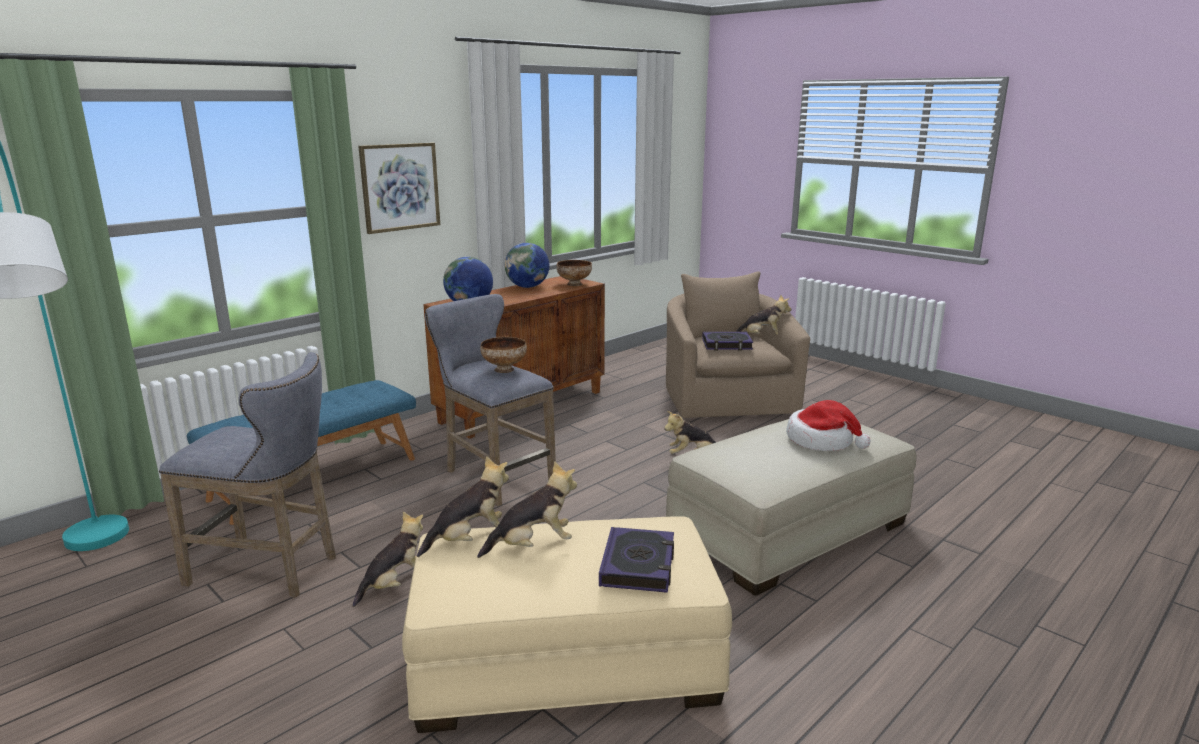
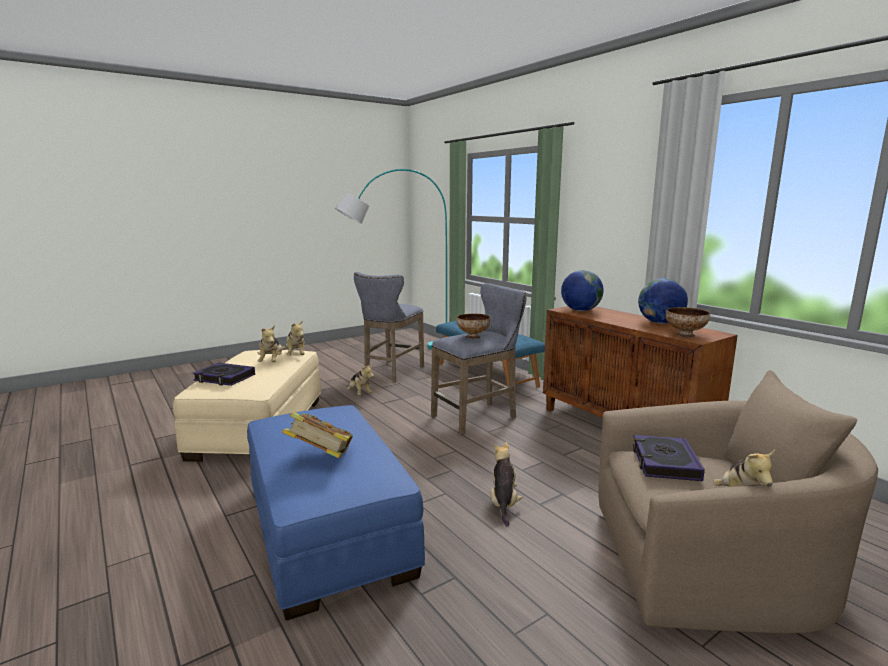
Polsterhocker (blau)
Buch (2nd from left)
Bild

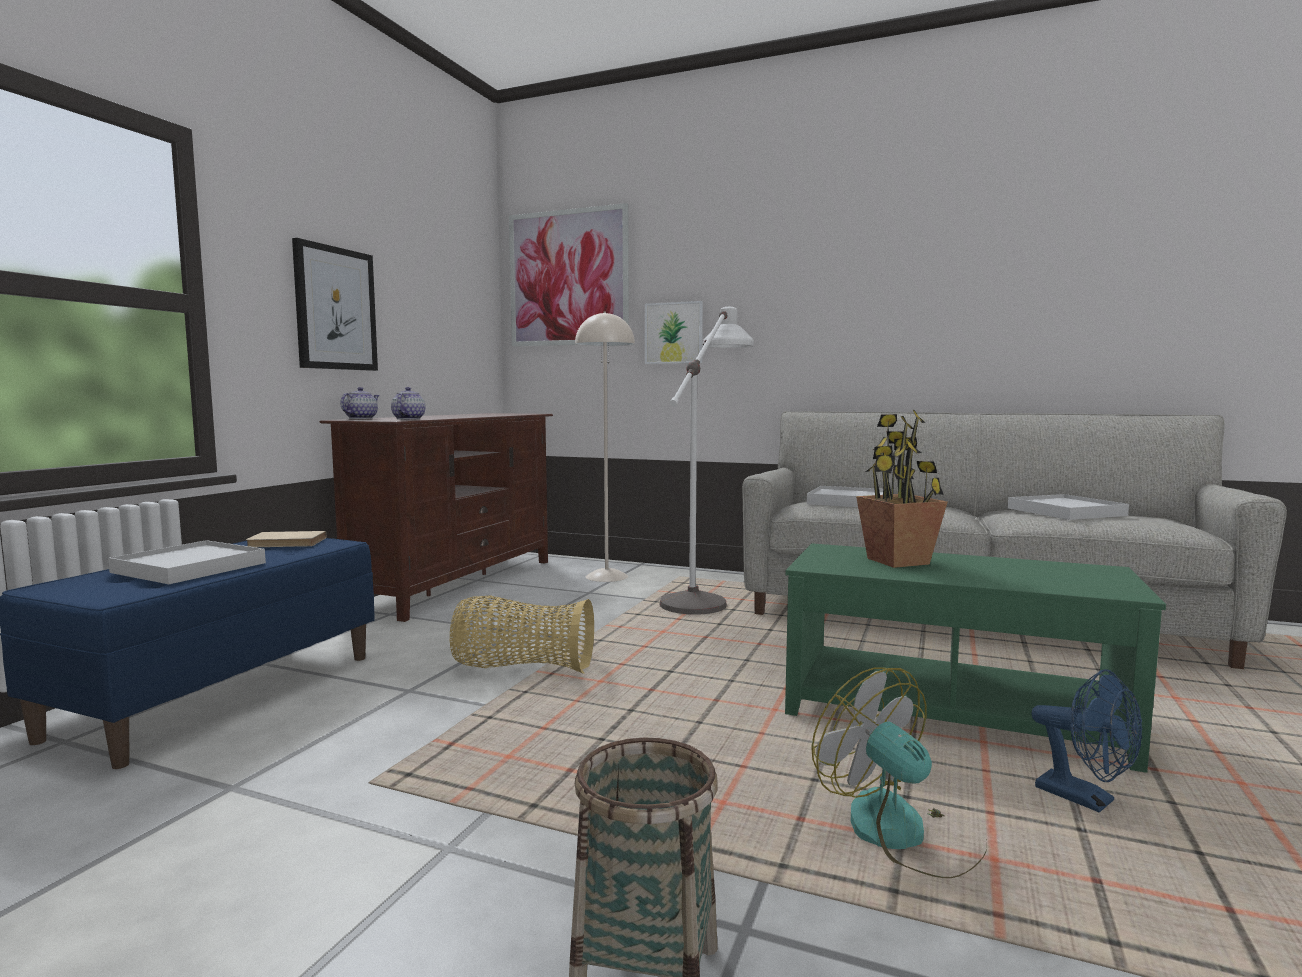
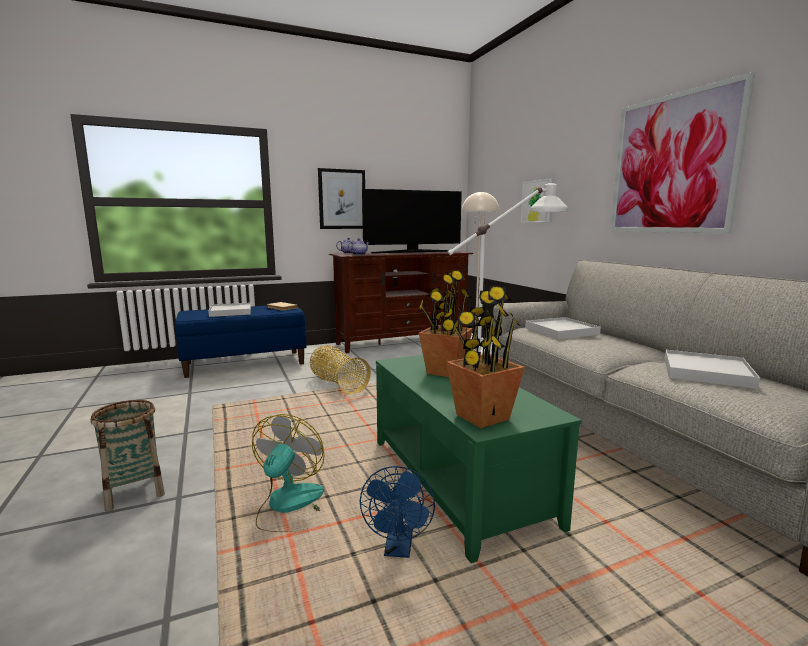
Fernseher
Topfpflanze (2nd from left)
Bild (3rd from left)

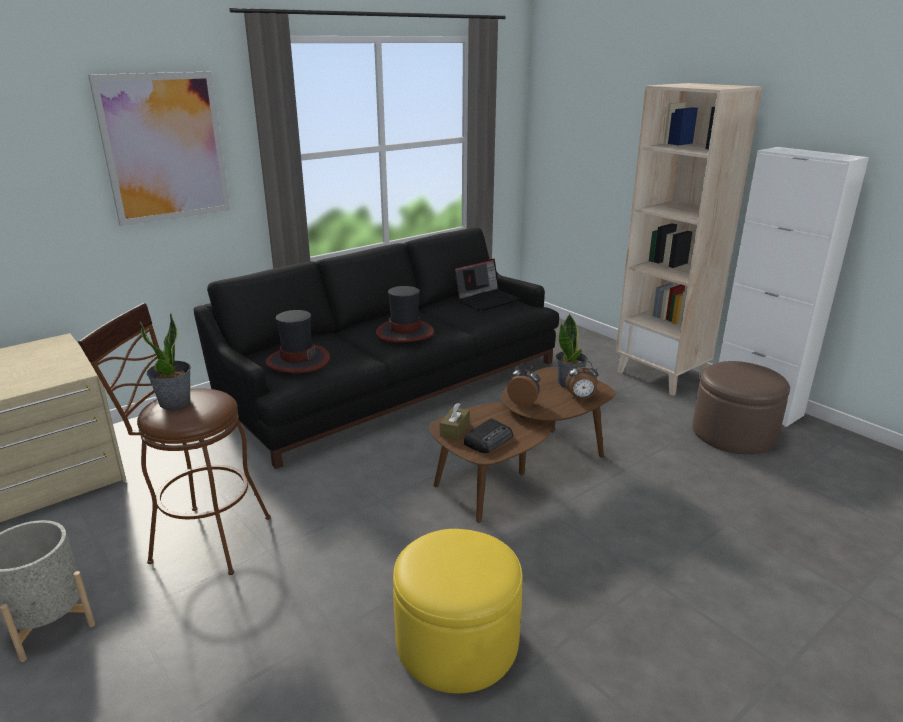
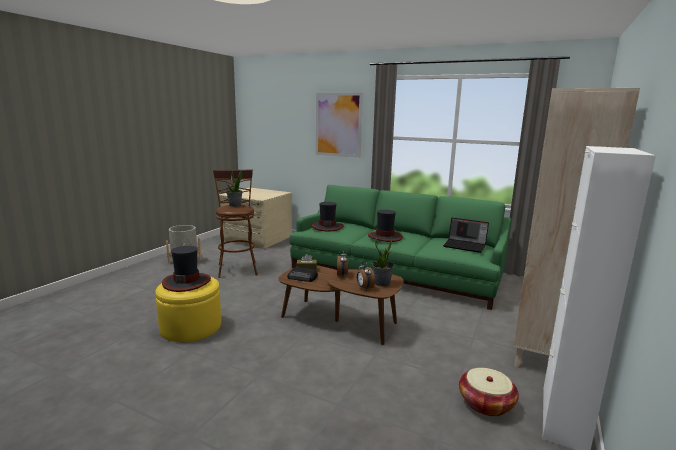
Hut (1st from left)
Sofa (grün)
Korb

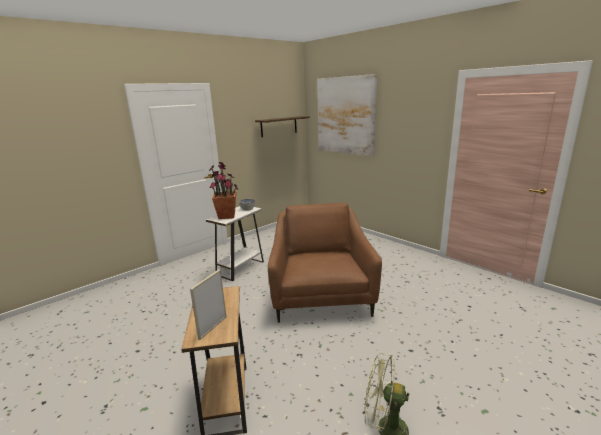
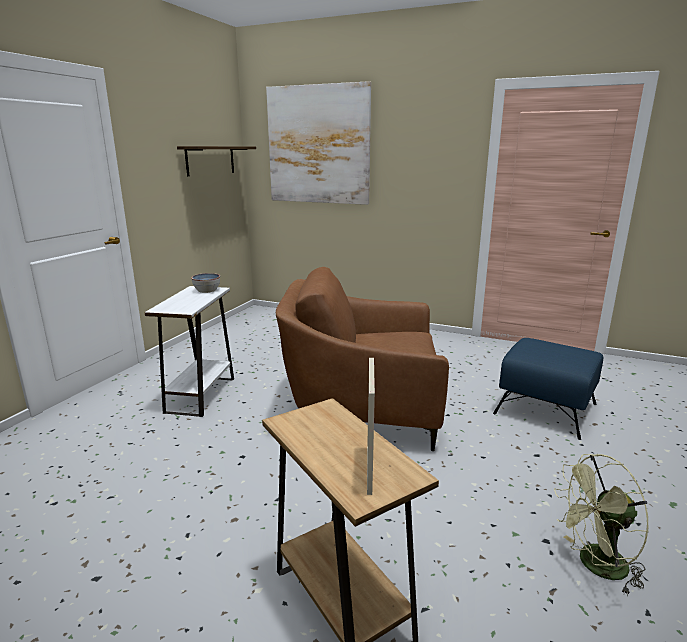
Sessel (braun)
Polsterhocker (blau)
Topfpflanze

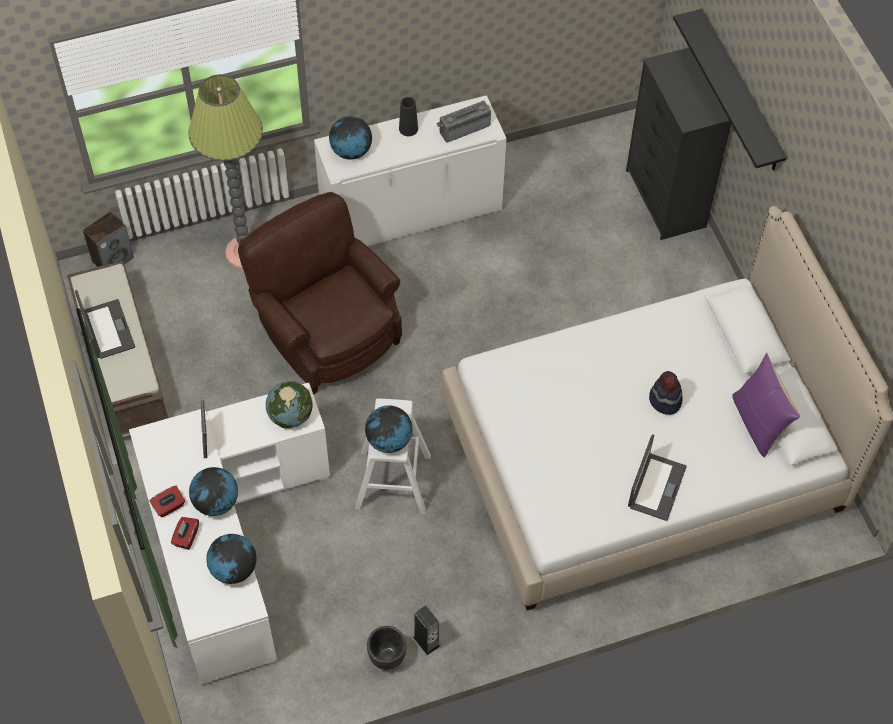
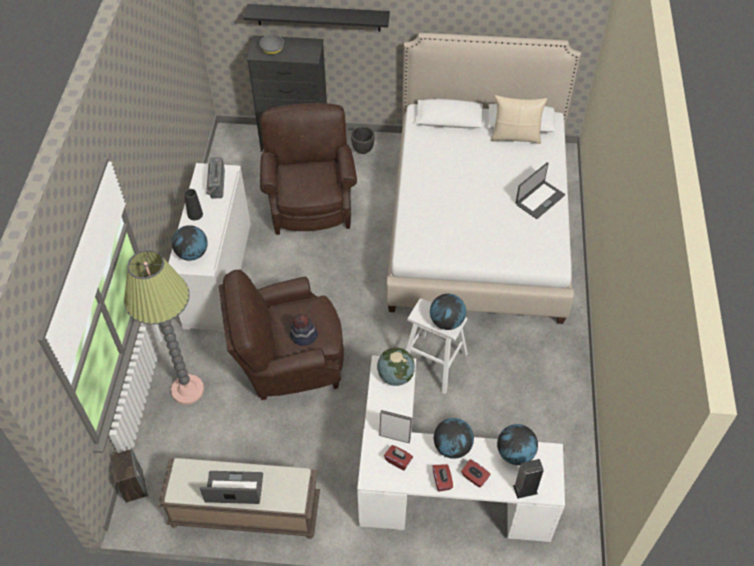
Schüssel (grau)
Sessel (braun) (2nd from left)
Hut
Pflanzkübel (schwarz)
Taschentuchbox (rot) (1st from left)
Kissen (beige)
Lautsprecher (2nd from left)
Laptop (2nd from left)

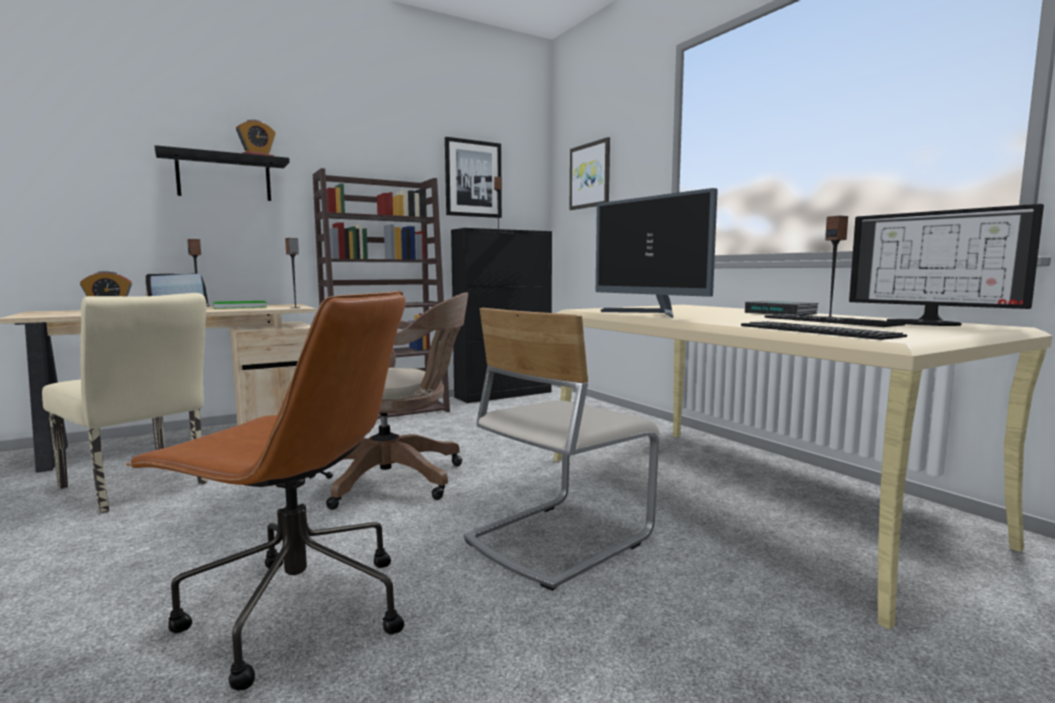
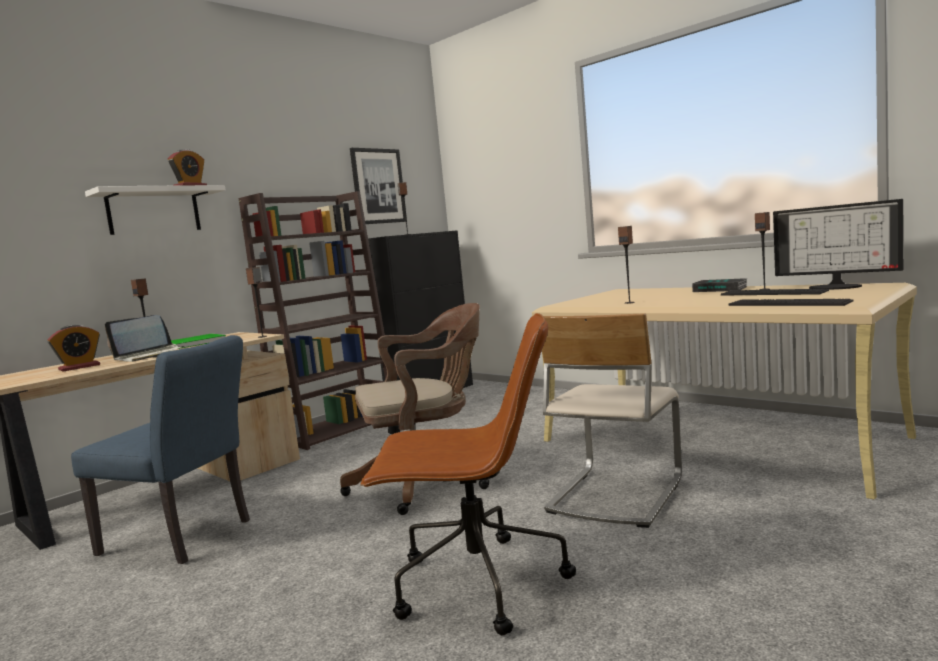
Stuhl (blau)
Wandregal (weiß)
Lautsprecher (4th from left)
Bild (2nd from left in the first image)

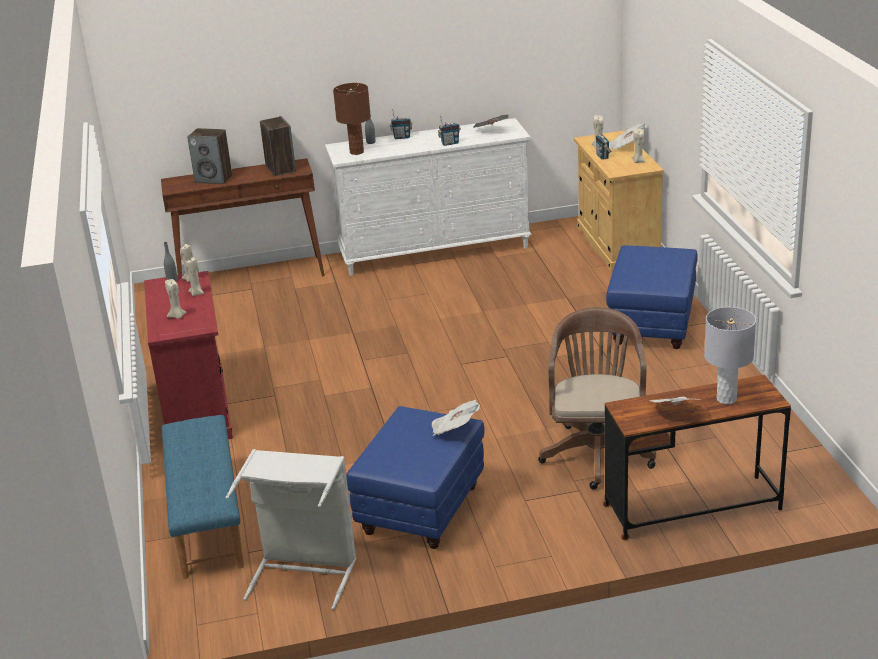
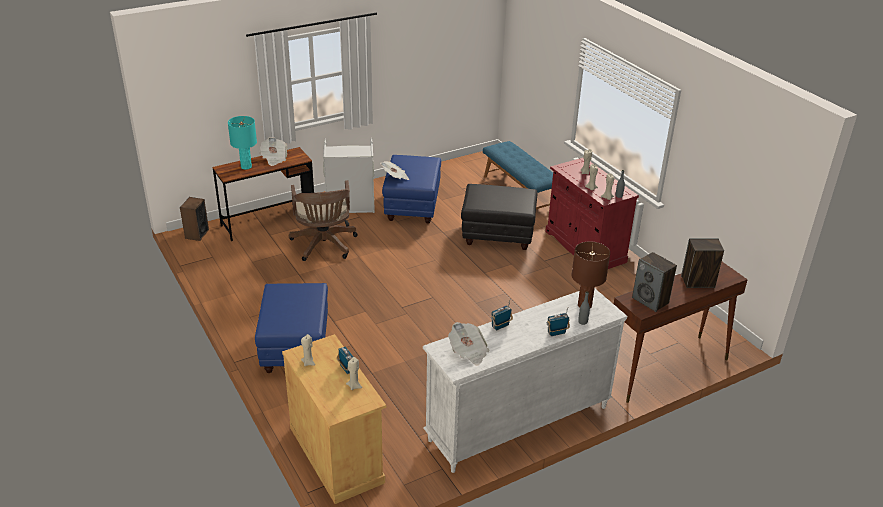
Lautsprecher (1st from left)
Tischlampe (türkis)
Wäschekorb (grau)
Polsterhocker (schwarz)
Zeitung (3rd from left in the first image)

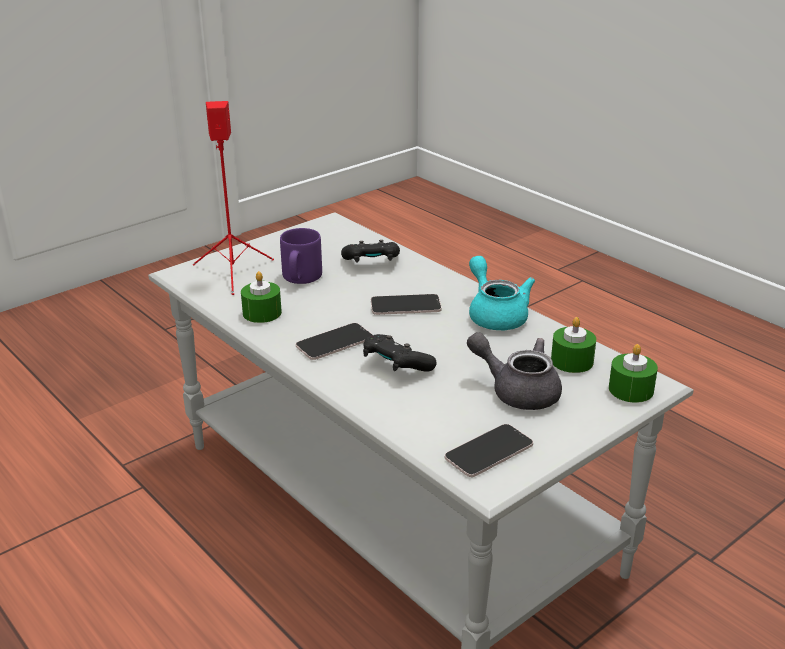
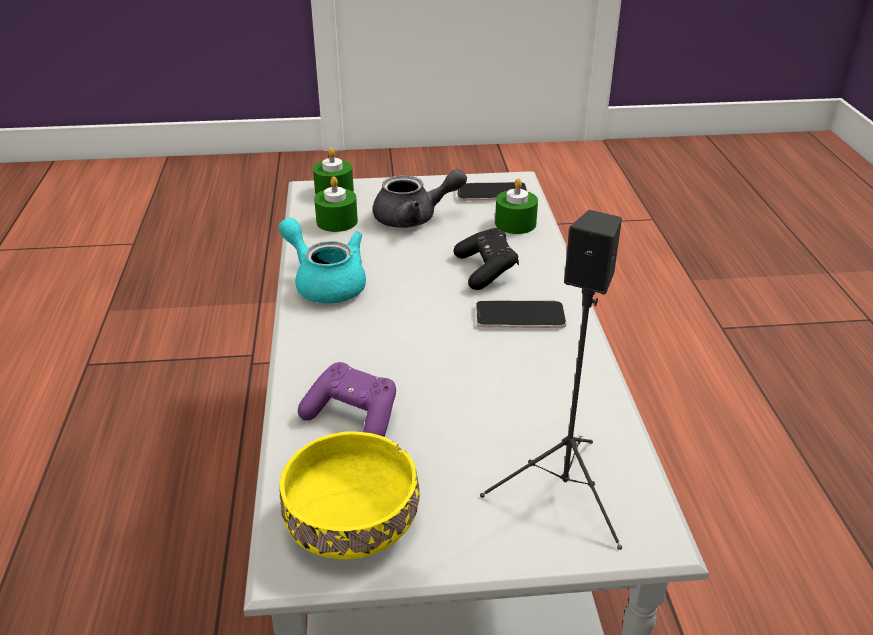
Teekanne (türkis)
Schüssel (gelb)
Gamepad (lila)
Teekanne (grau)
Lautsprecher (schwarz)
Kerze (grün) (3rd from left)
Henkelbecher (lila)
Handy (2nd from left in the first image)

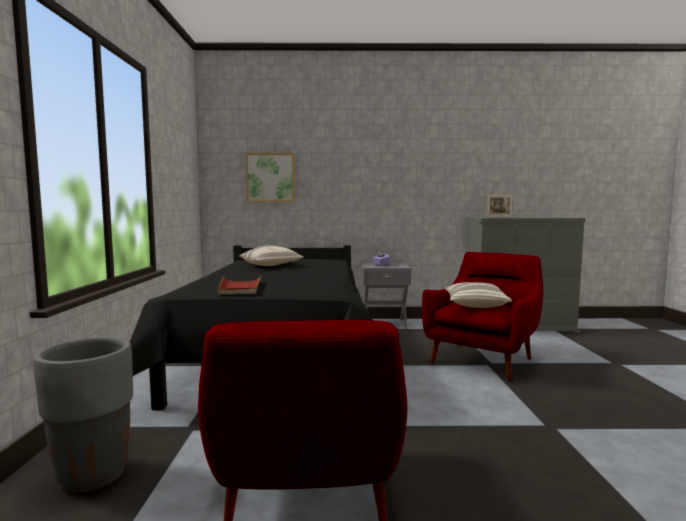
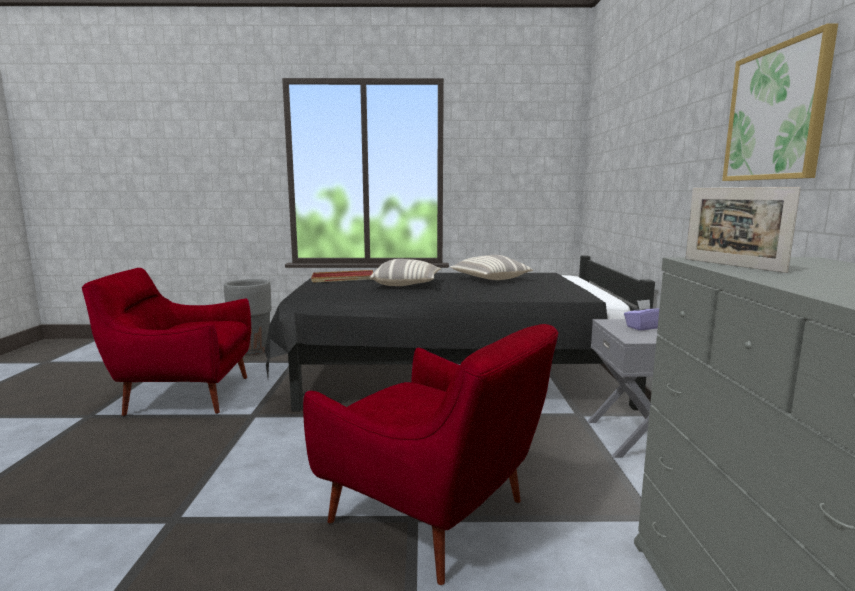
Kissen (1st from left)
Bild

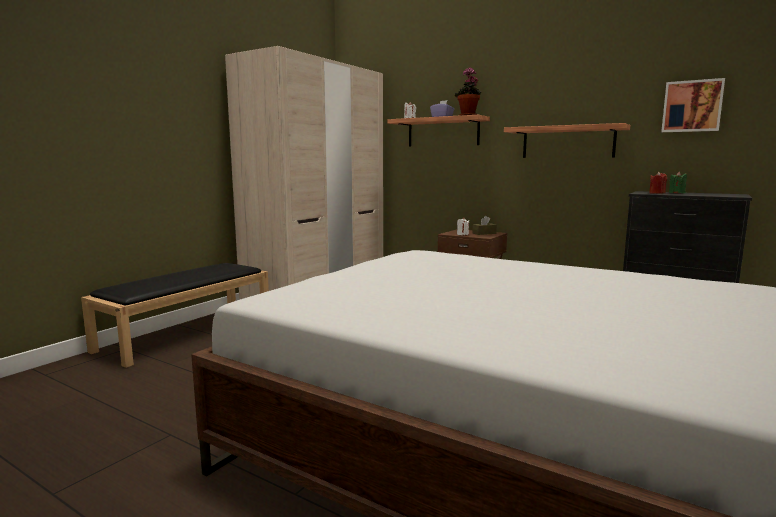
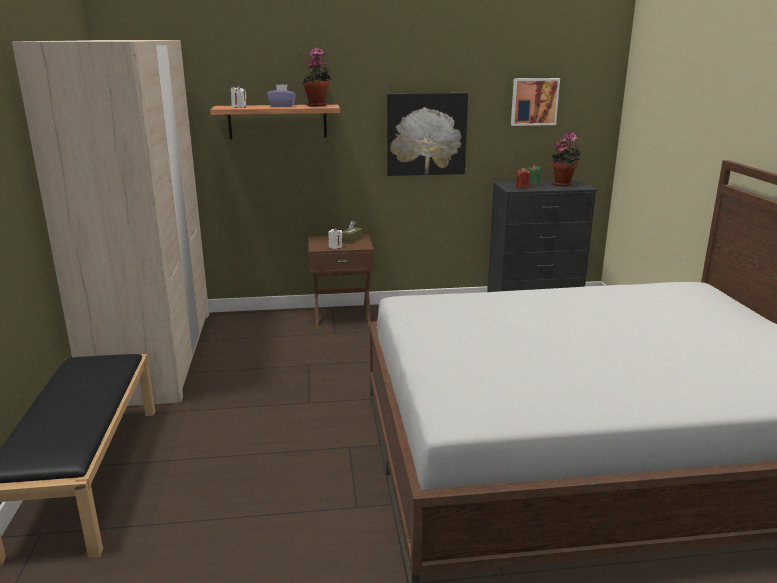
Bild (1st from left)
Topfpflanze (2nd from left)

